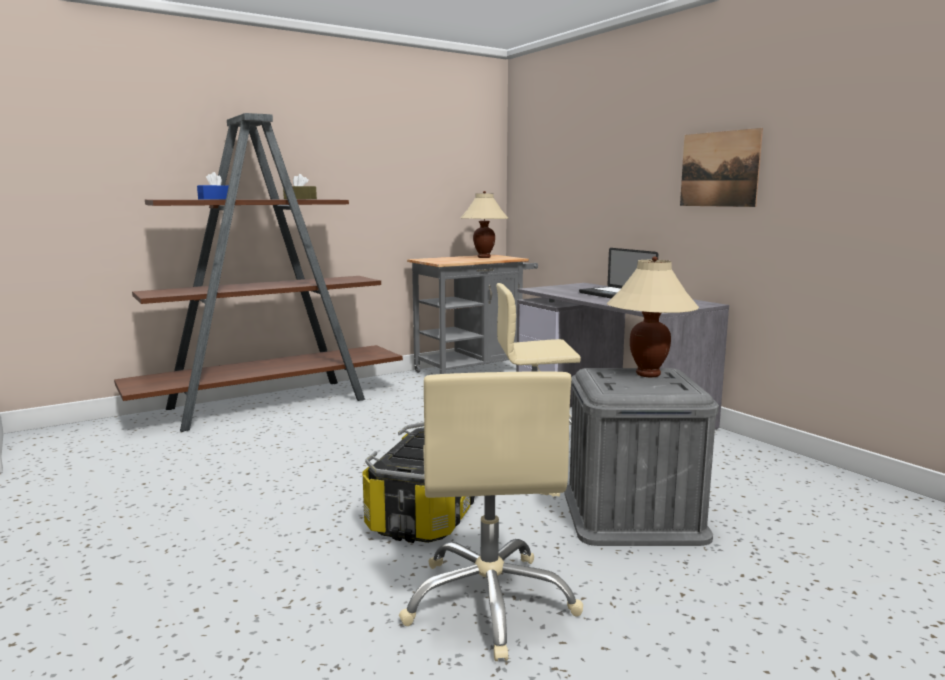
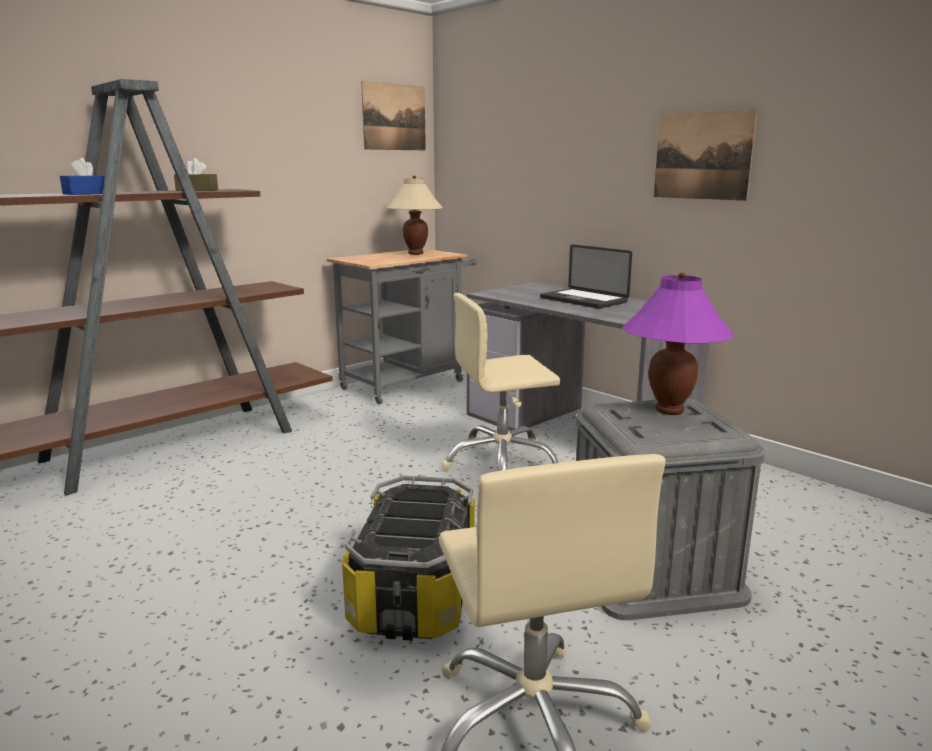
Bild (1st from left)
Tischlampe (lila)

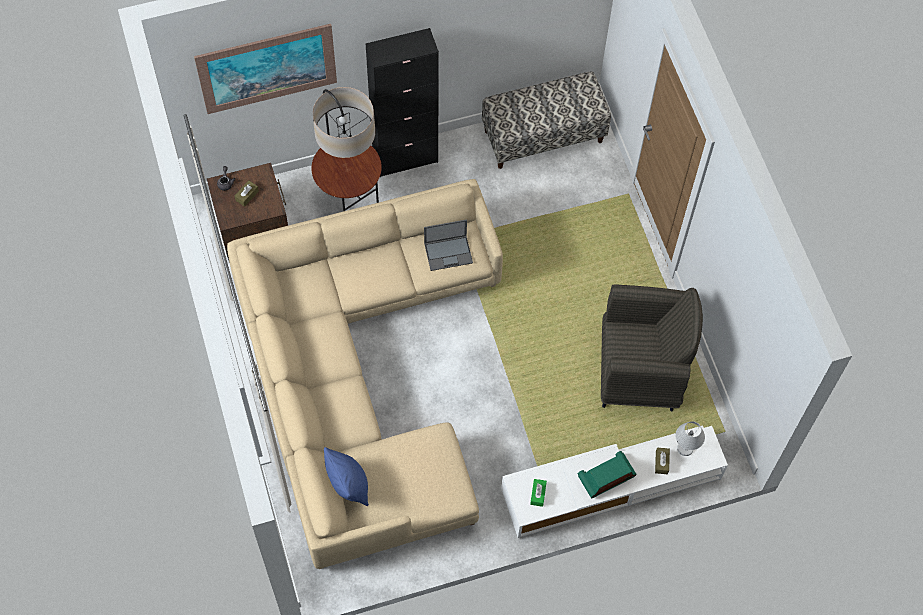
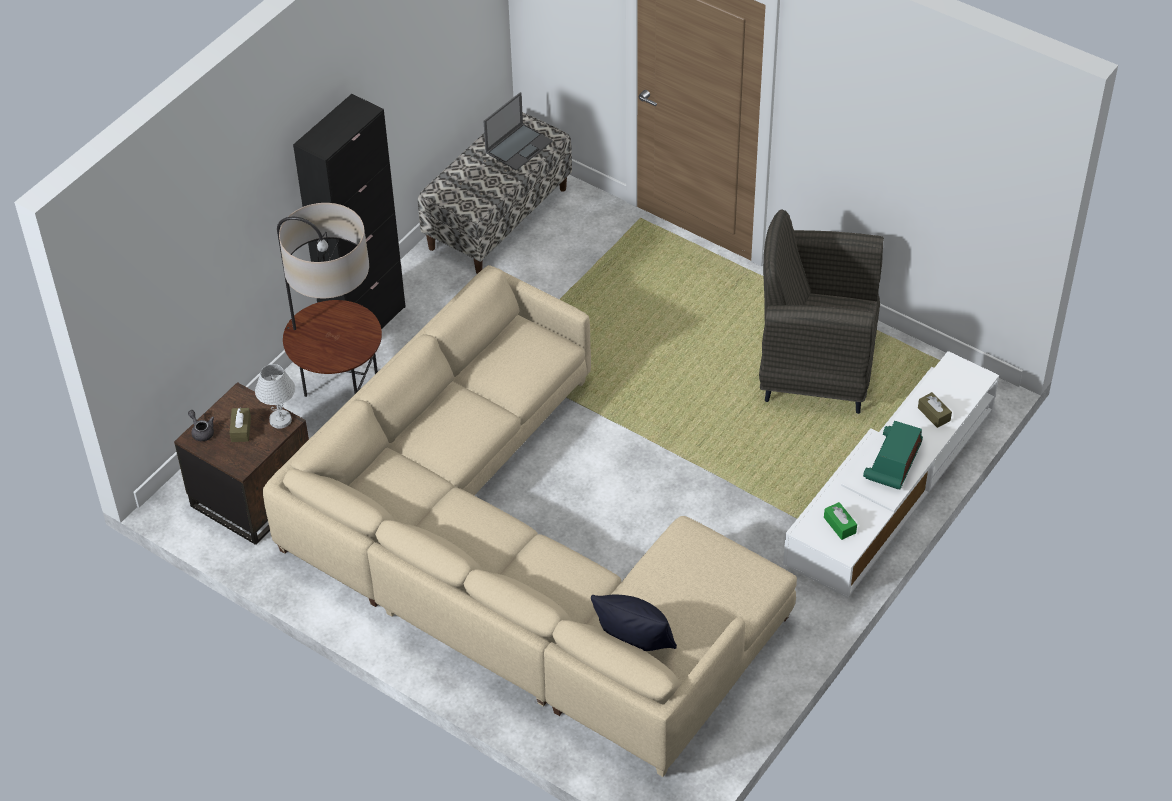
Tischlampe (weiß)
Laptop
Kissen (schwarz)
Sessel (grau)
Bild

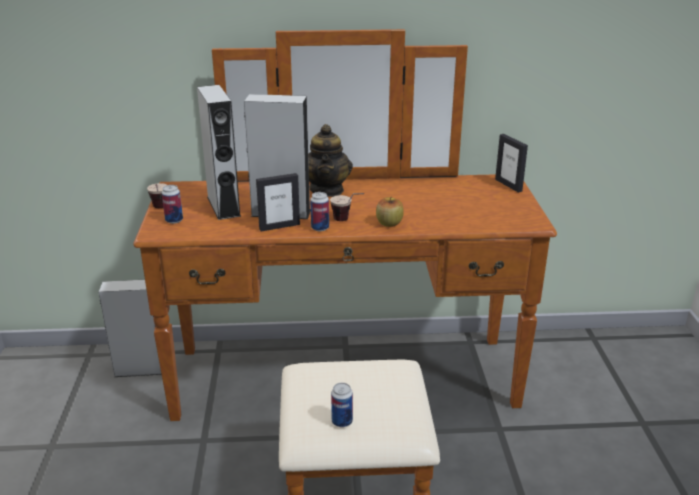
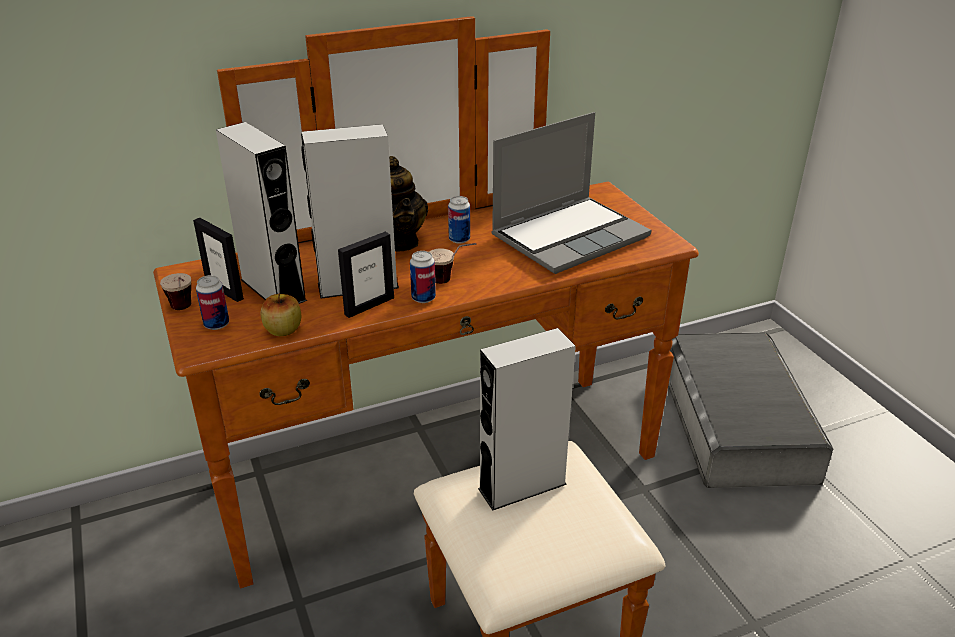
Bilderrahmen (1st from left)
Apfel
Dose (3rd from left)
Lautsprecher (grau) (3rd from left)
Laptop
Aufbewahrungsbox (grau)

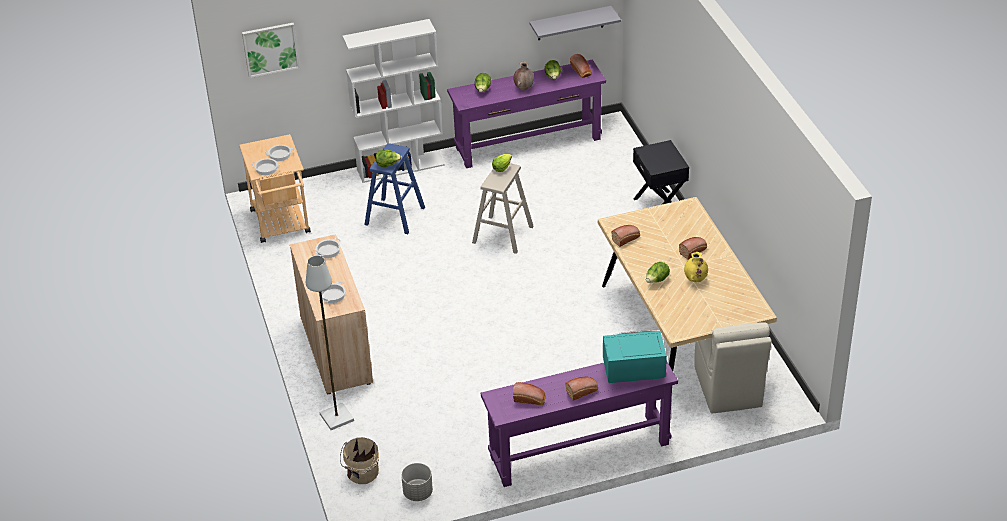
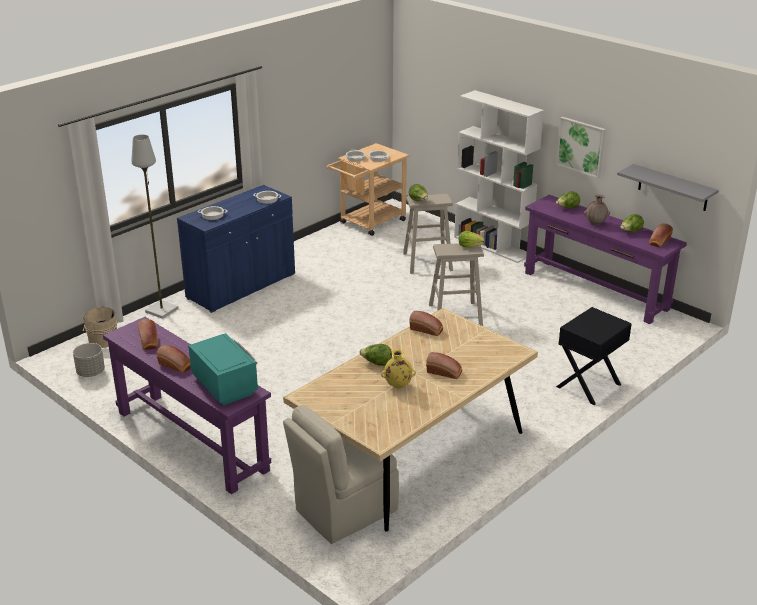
Schrank (blau)
Hocker (beige) (1st from left)
Bild

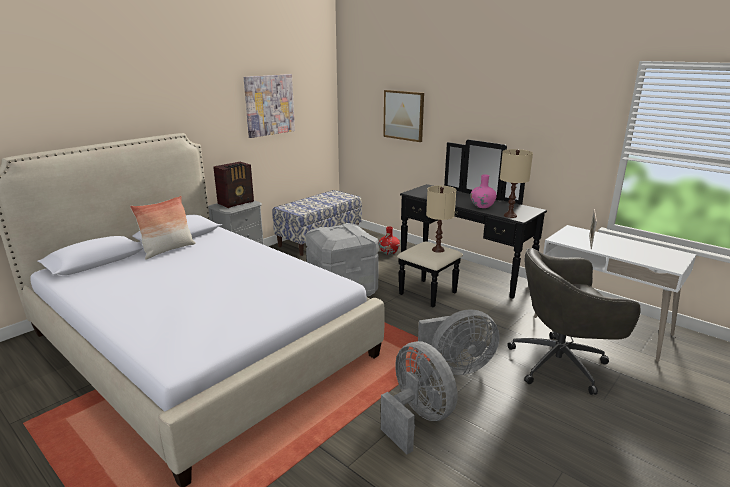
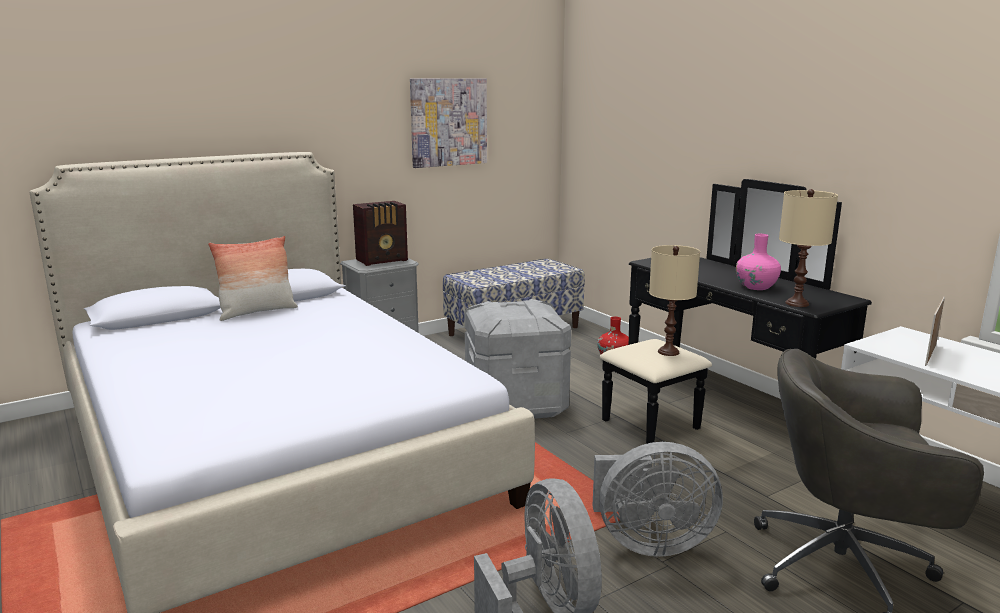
Bild (2nd from left in the first image)

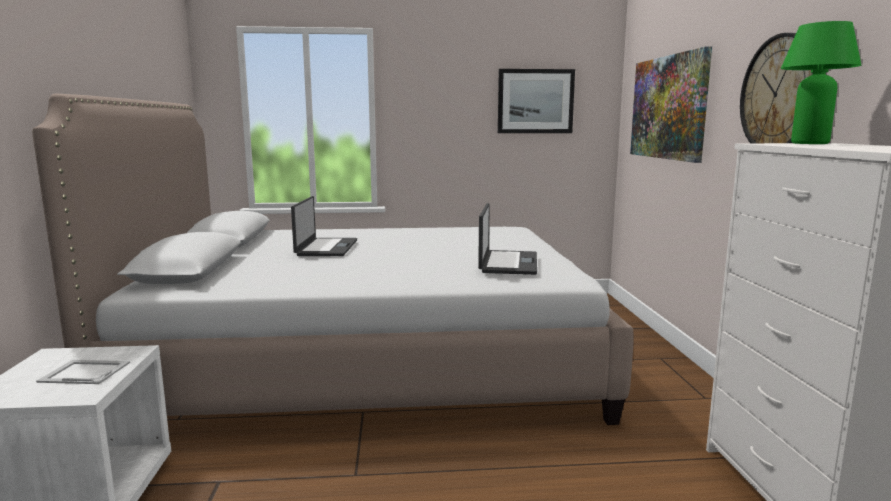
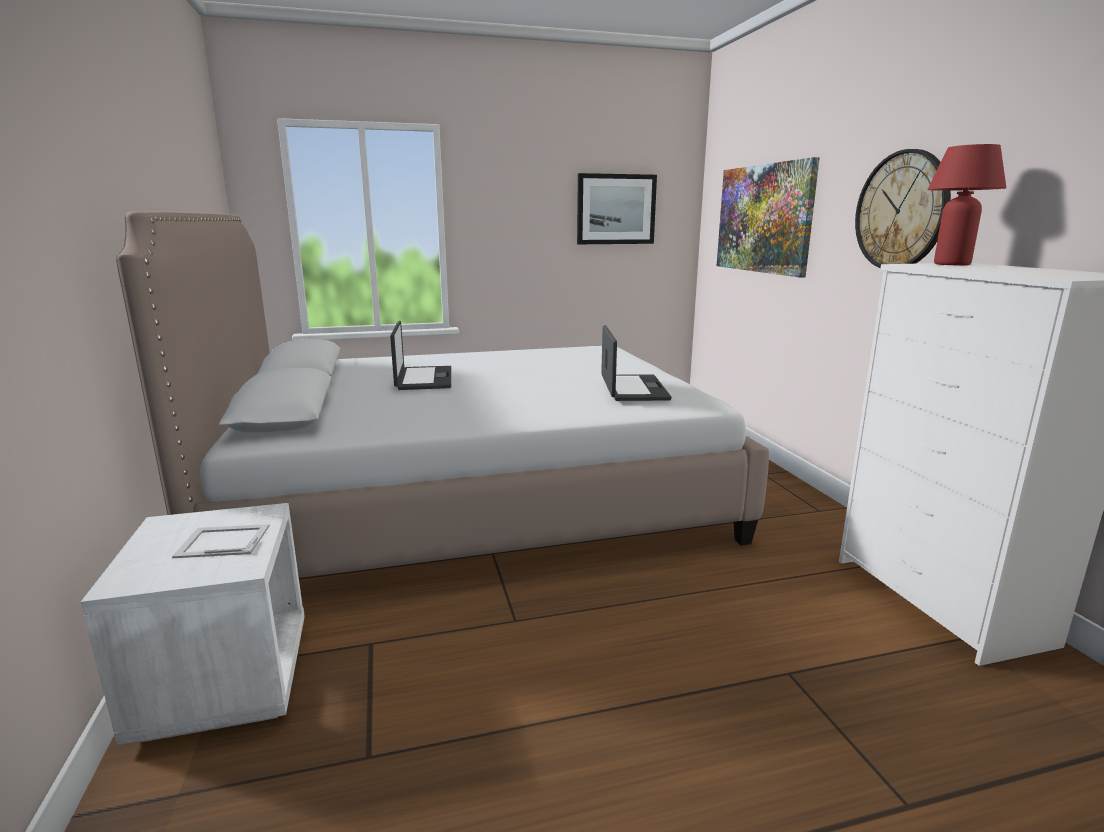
Tischlampe (rot)

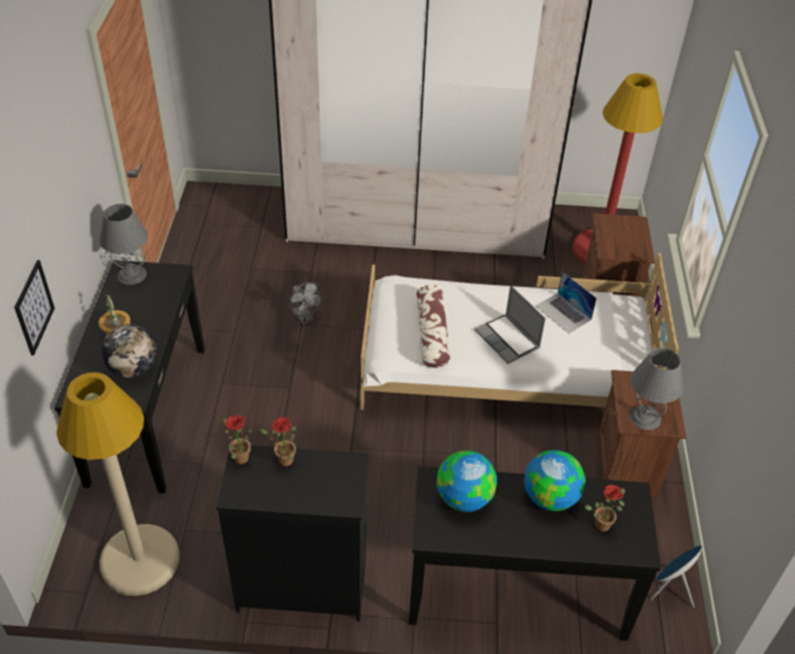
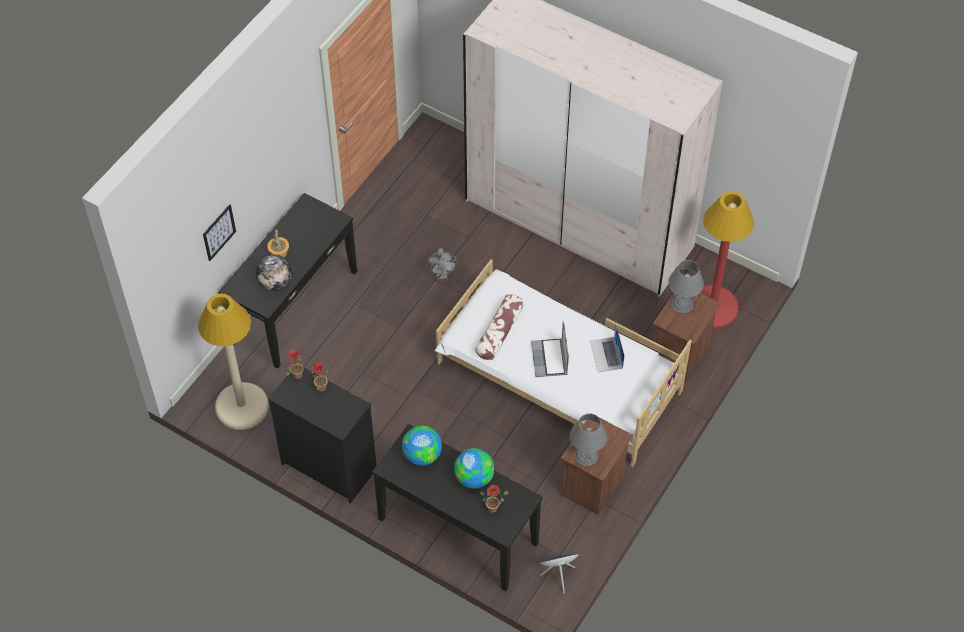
Tischlampe (grau) (2nd from left)

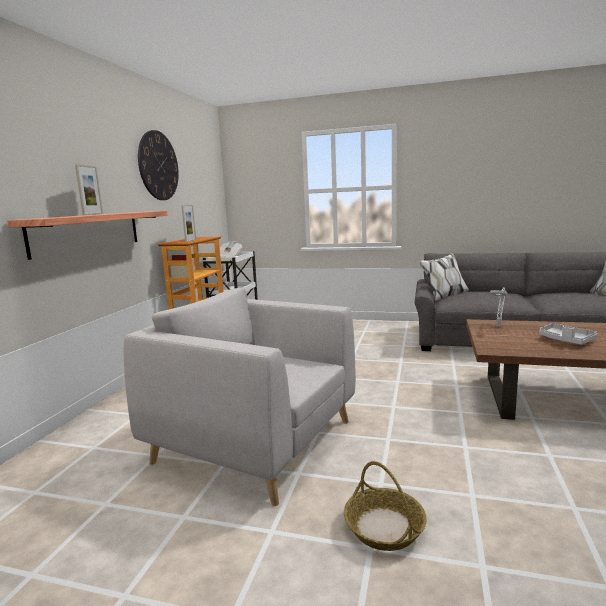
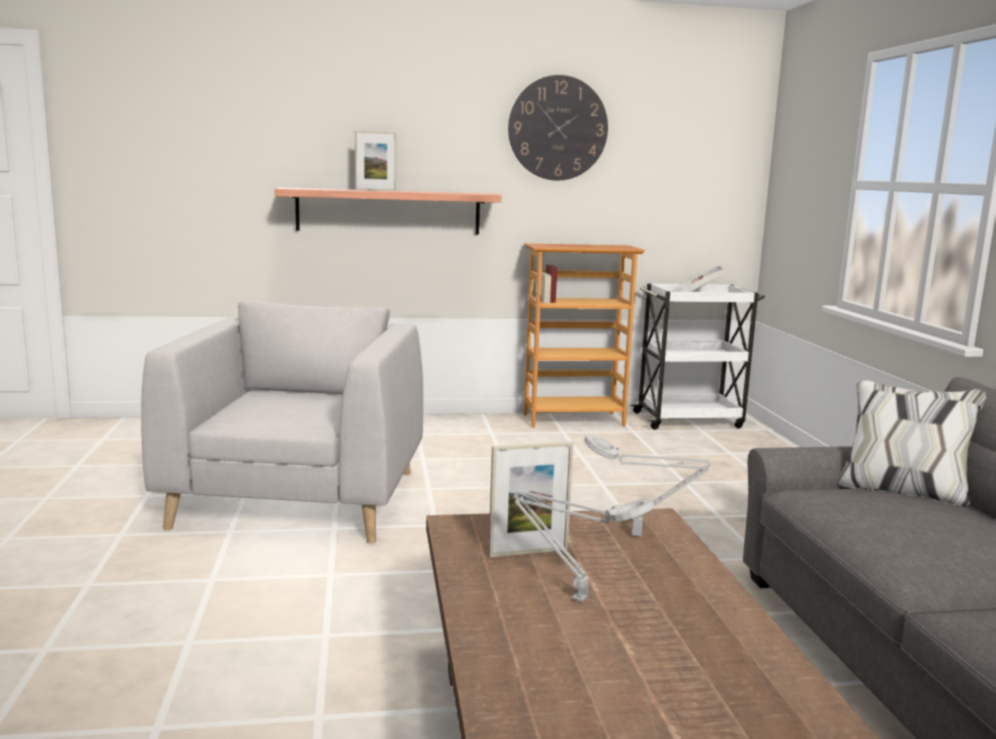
Bilderrahmen (2nd from left)
Tischlampe (grau) (1st from left)
Korb

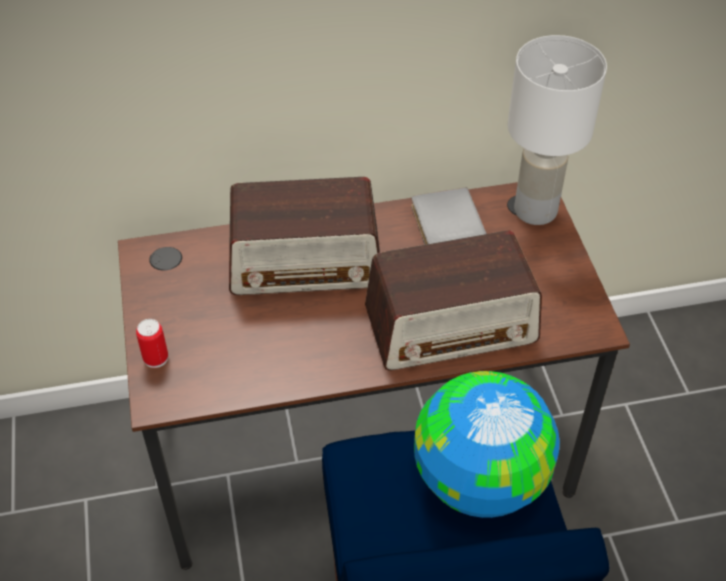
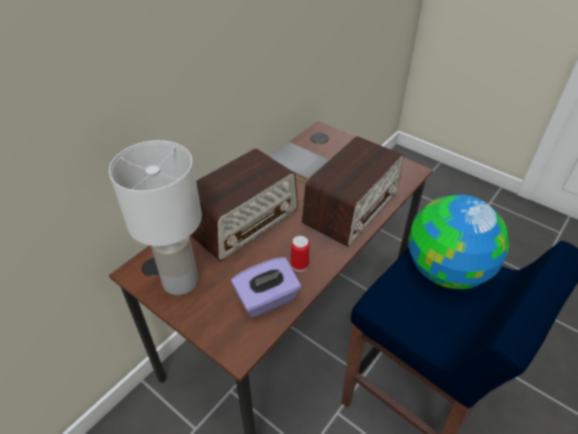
Tischlampe (weiß)
Taschentuchbox (lila)
Dose

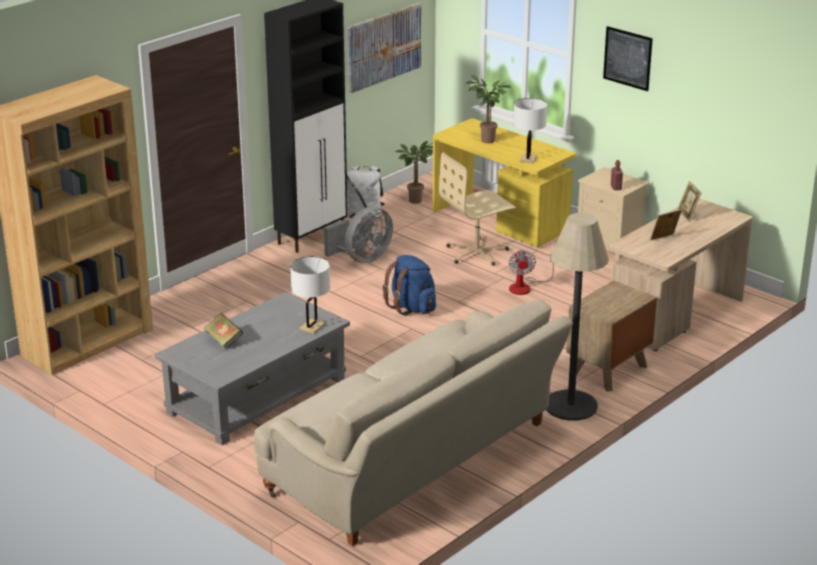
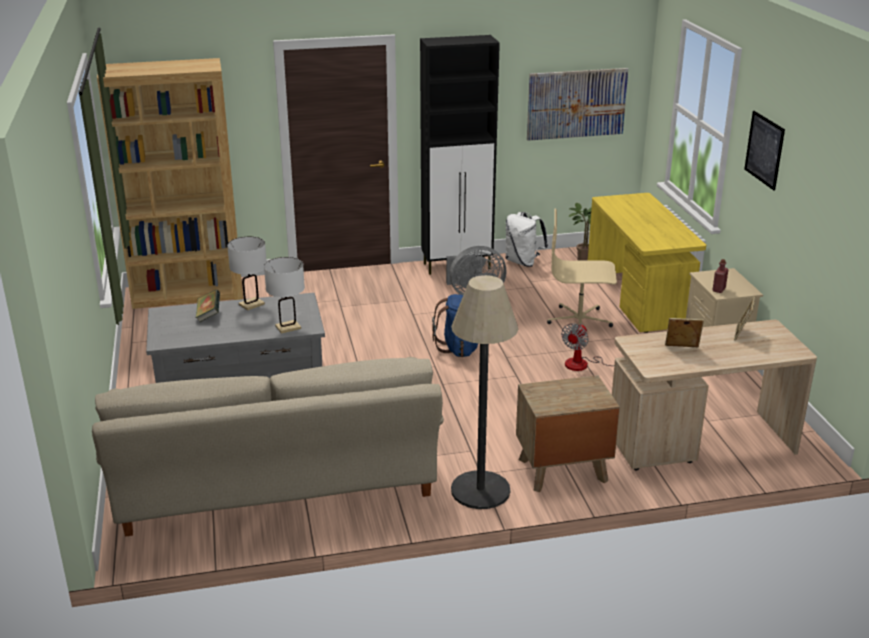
Tischlampe (weiß) (1st from left)
Topfpflanze (2nd from left in the first image)

